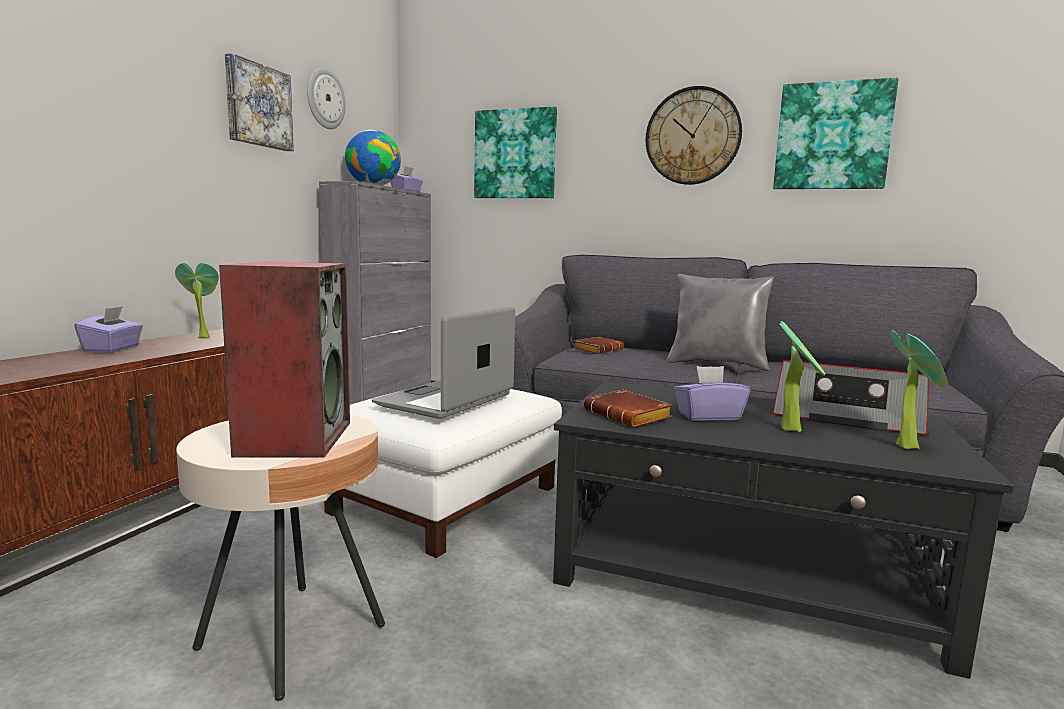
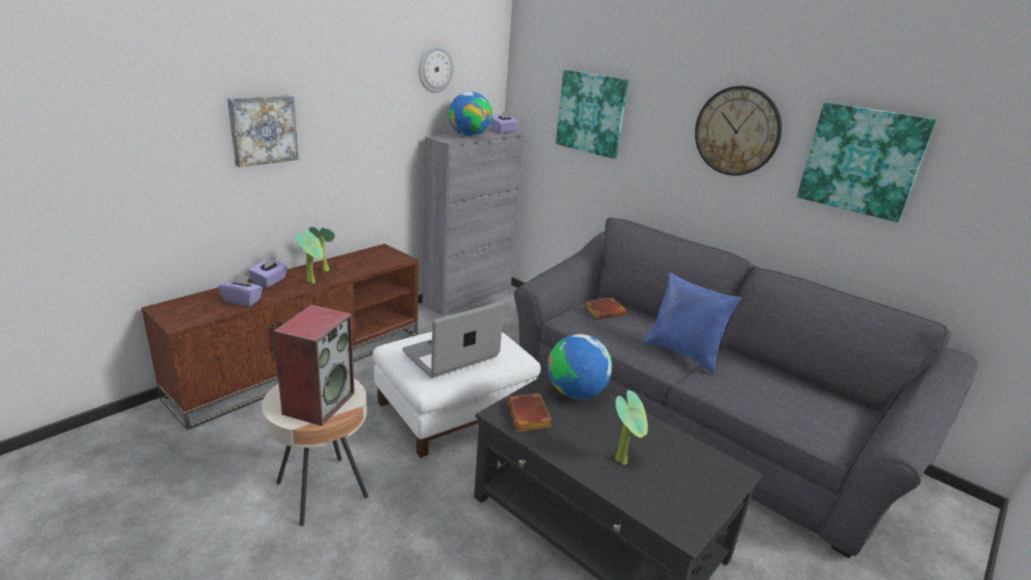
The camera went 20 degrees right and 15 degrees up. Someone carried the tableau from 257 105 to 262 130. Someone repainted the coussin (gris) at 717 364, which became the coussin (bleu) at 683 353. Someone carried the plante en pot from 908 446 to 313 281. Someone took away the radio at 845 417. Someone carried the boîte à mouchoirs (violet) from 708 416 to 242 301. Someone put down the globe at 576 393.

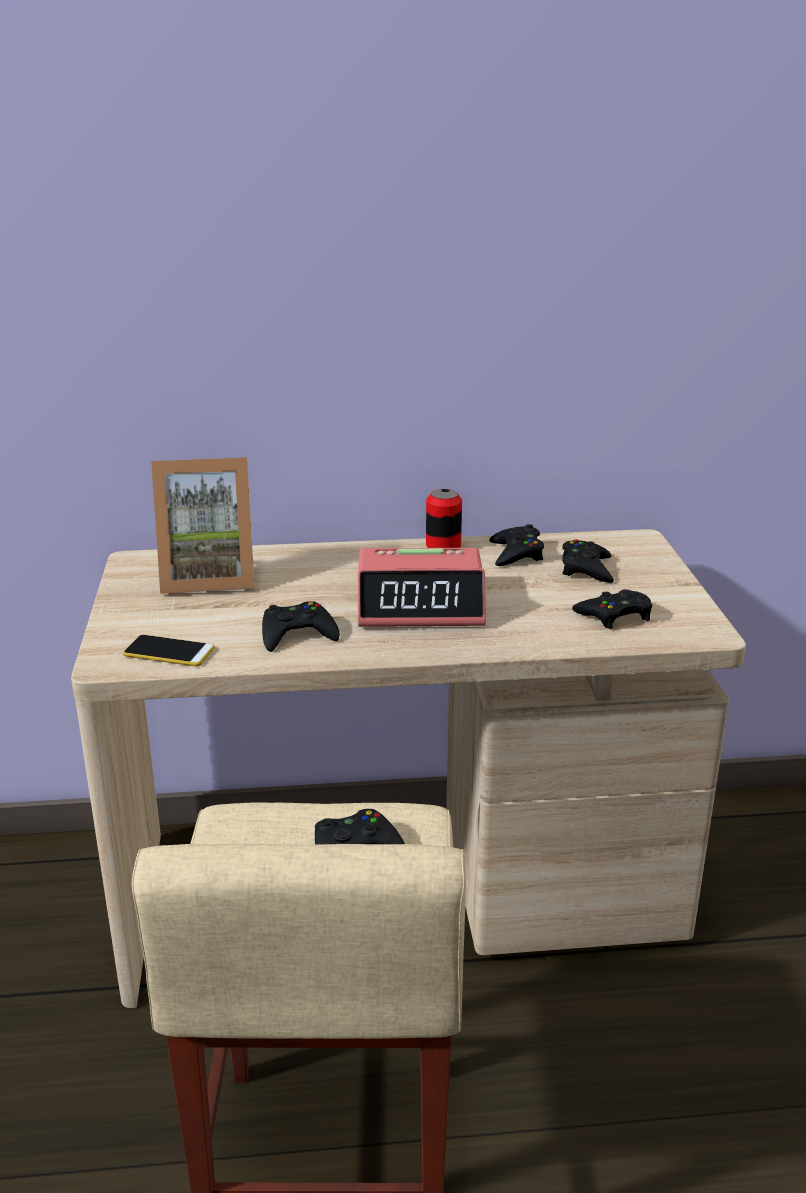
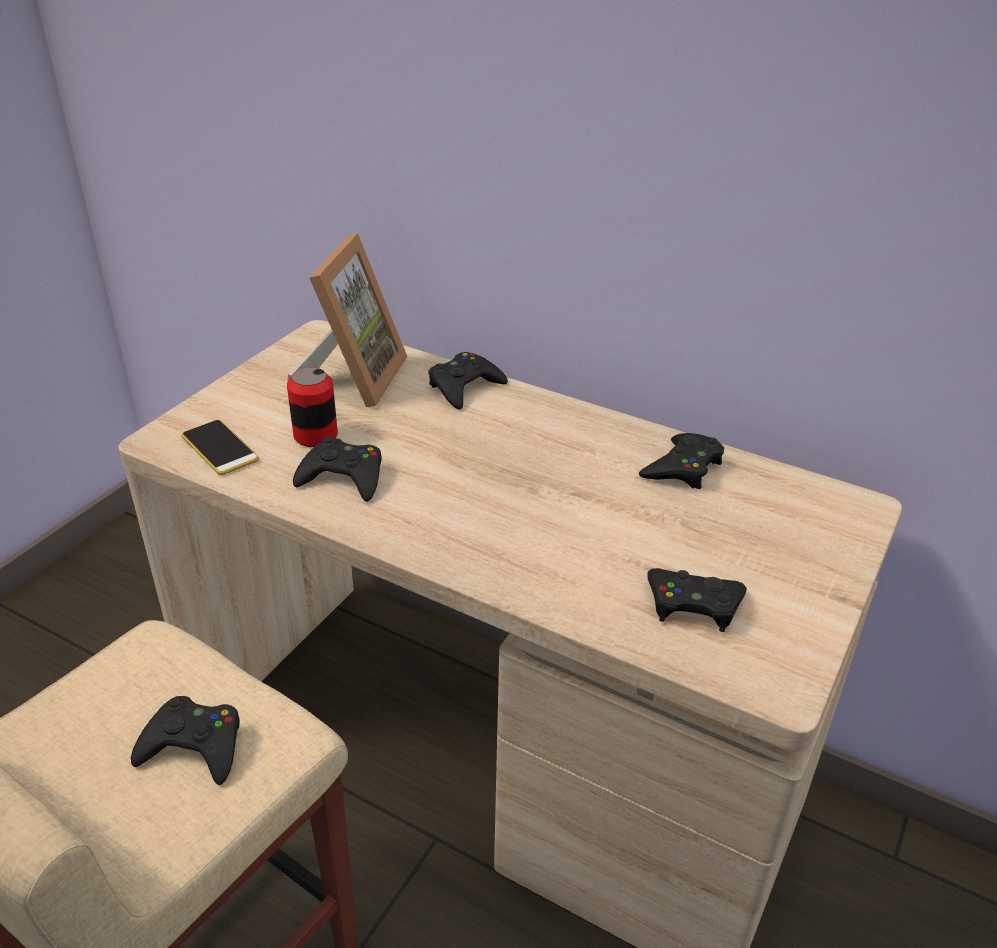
The camera went 35 degrees right and 10 degrees up. Someone rotated the cadre photo at 208 577 by 105 degrees counterclockwise. Someone carried the boîte métallique from 443 546 to 315 435. Someone carried the manette (noir) from 586 568 to 464 387. Someone took away the réveil at 421 605.

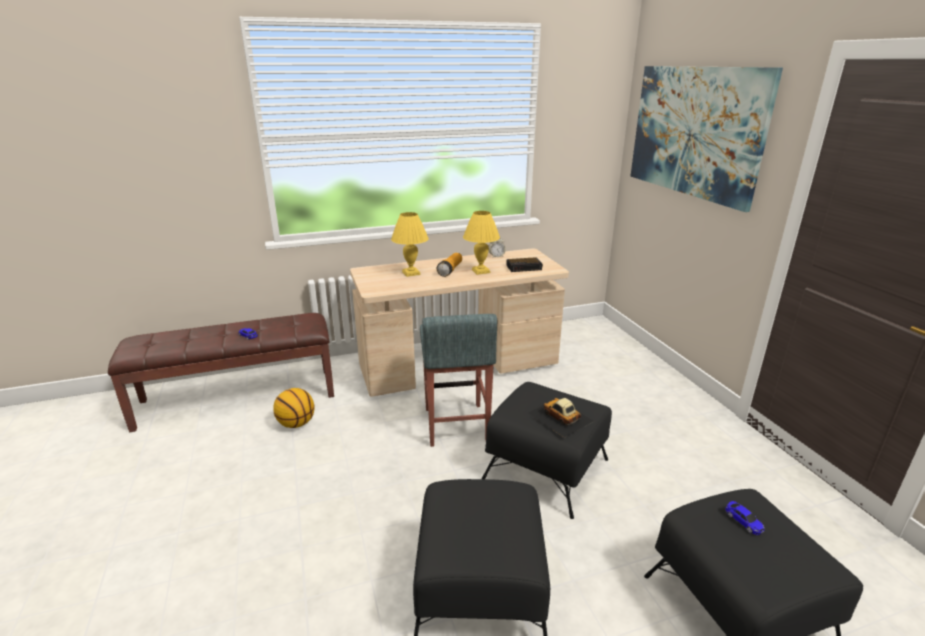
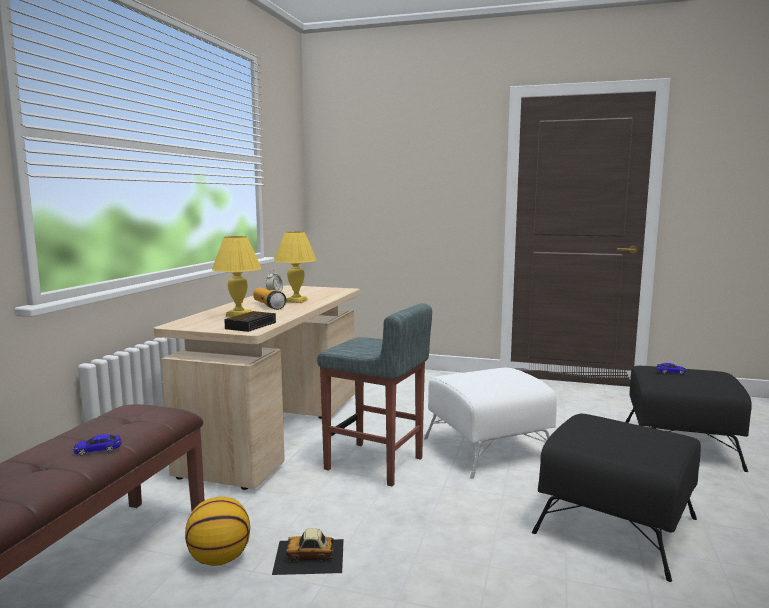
The camera went 55 degrees left and 15 degrees down. Someone took away the tableau at 694 132. Someone carried the réveil from 524 267 to 251 325. Someone repainted the pouf (noir) at 546 469, which became the pouf (blanc) at 489 449. Someone carried the petite voiture from 560 417 to 309 556.

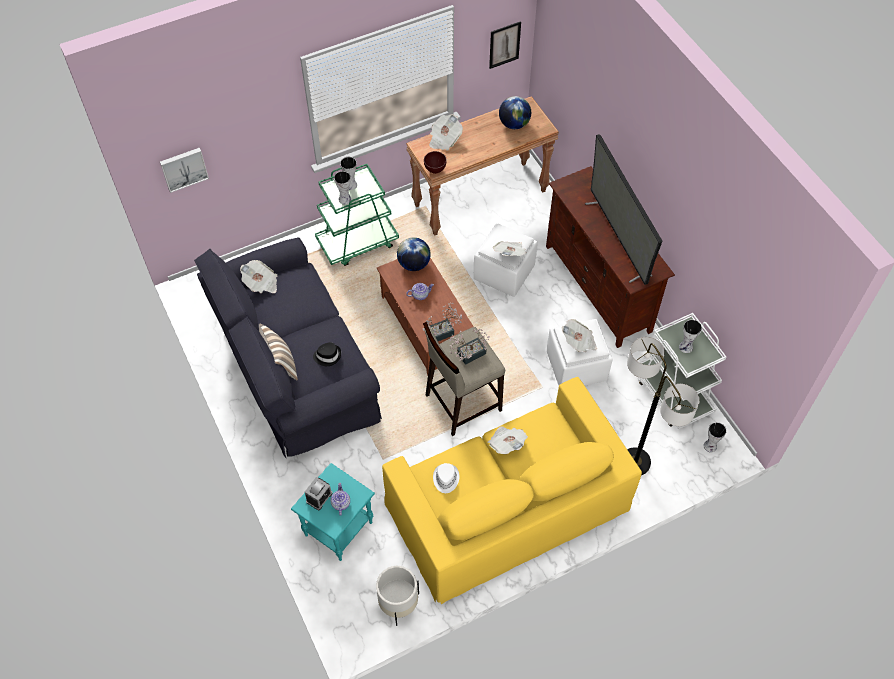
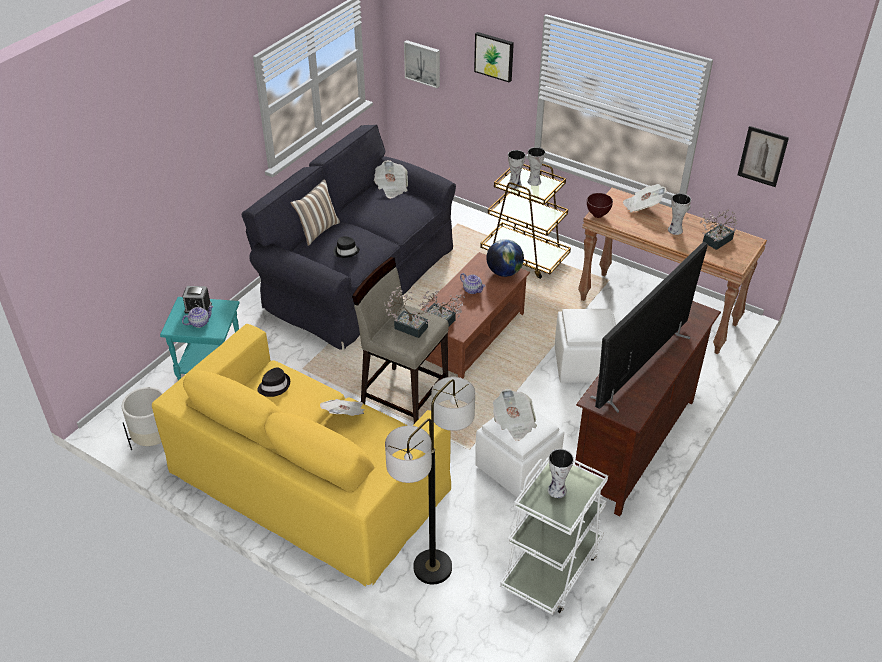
The camera went 60 degrees right and 15 degrees down. Someone swapped the globe at 514 124 for the plante en pot at 715 242. Someone repainted the chariot (vert) at 358 242, which became the chariot (marron) at 525 257. Someone took away the journal at 510 254. Someone carried the vase from 709 446 to 674 230. Someone repainted the chapeau (blanc) at 445 479, which became the chapeau (noir) at 274 386. Someone put up the tableau at 494 56.

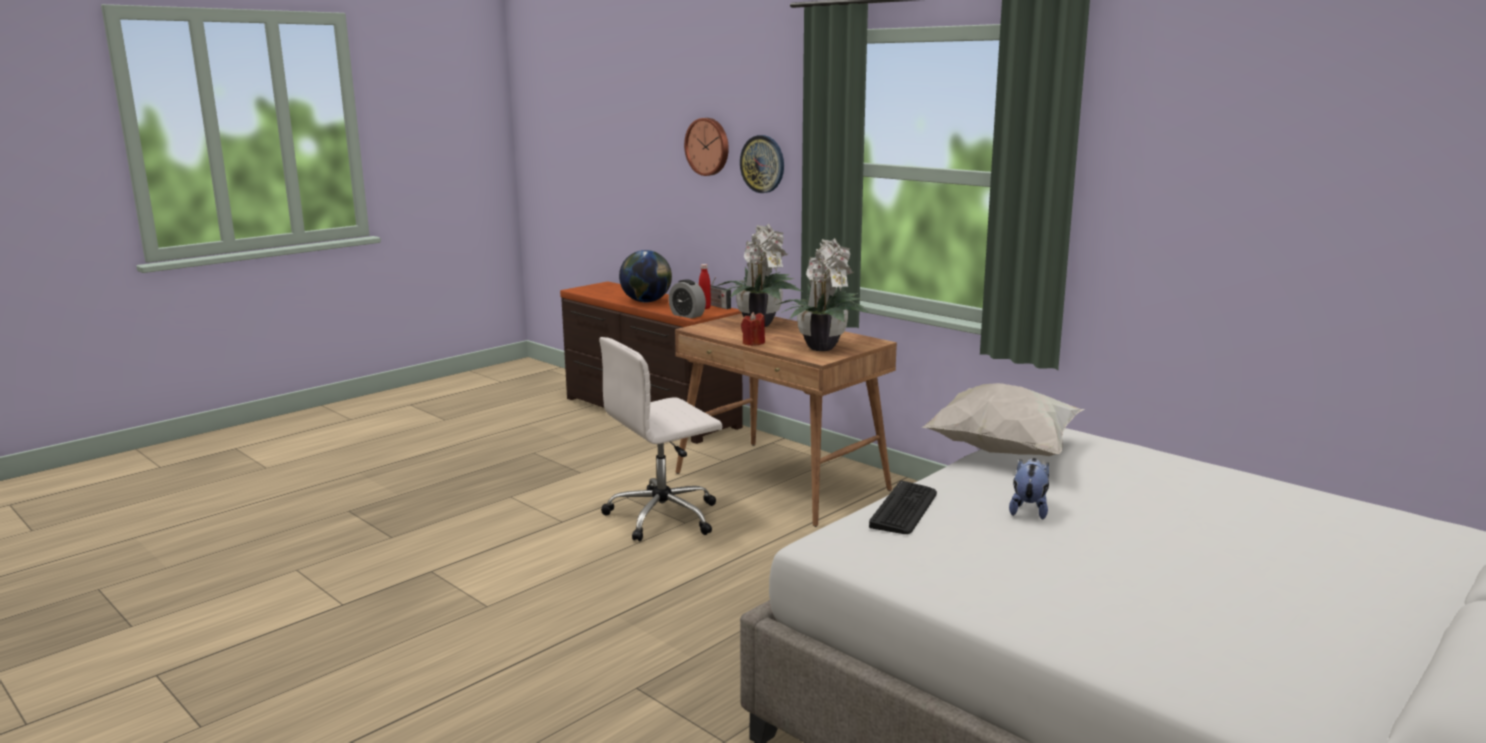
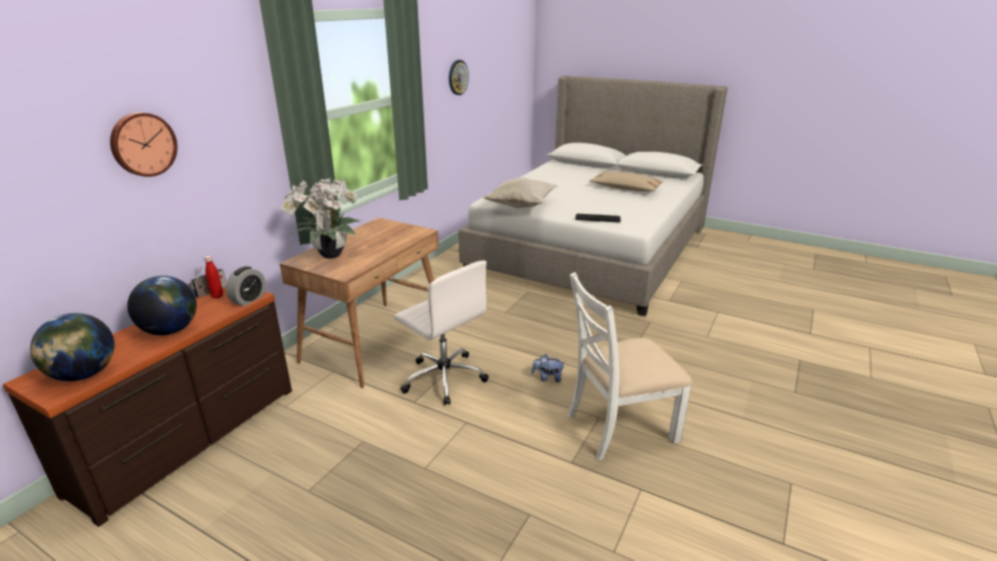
The camera went 105 degrees left and 10 degrees up. Someone carried the horloge murale from 763 164 to 457 77. Someone took away the plante en pot at 822 347. Someone took away the bougie (rouge) at 753 343. Someone carried the peluche from 1029 510 to 547 378. Someone put down the coussin (beige) at 625 189. Someone put down the chaise (blanc) at 619 426. Someone put down the globe at 84 374.

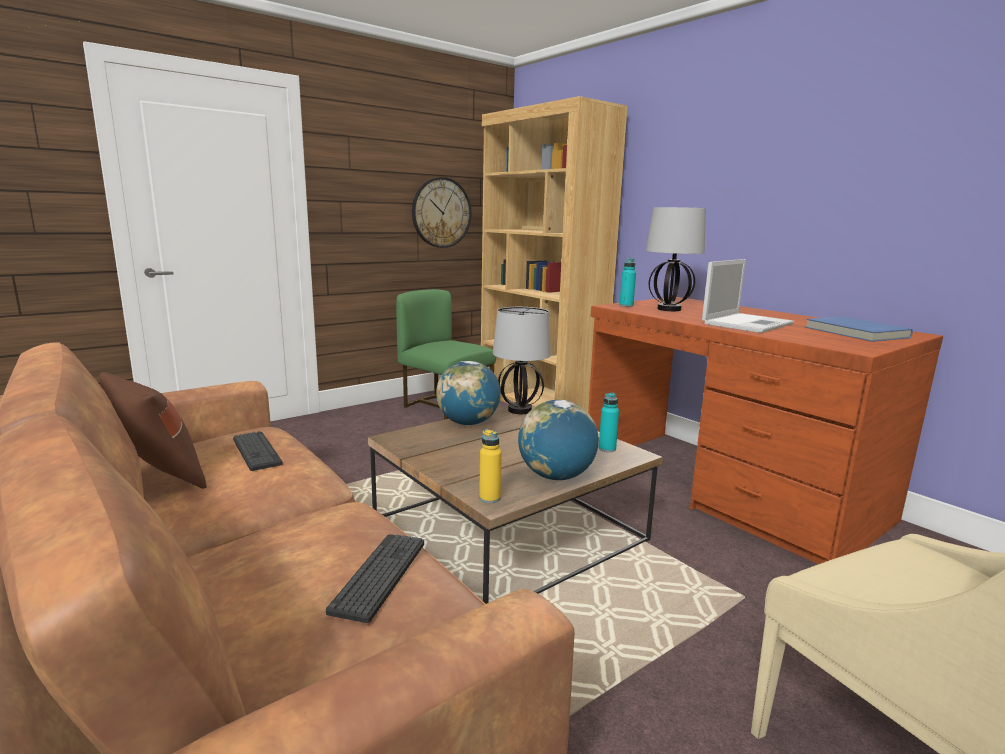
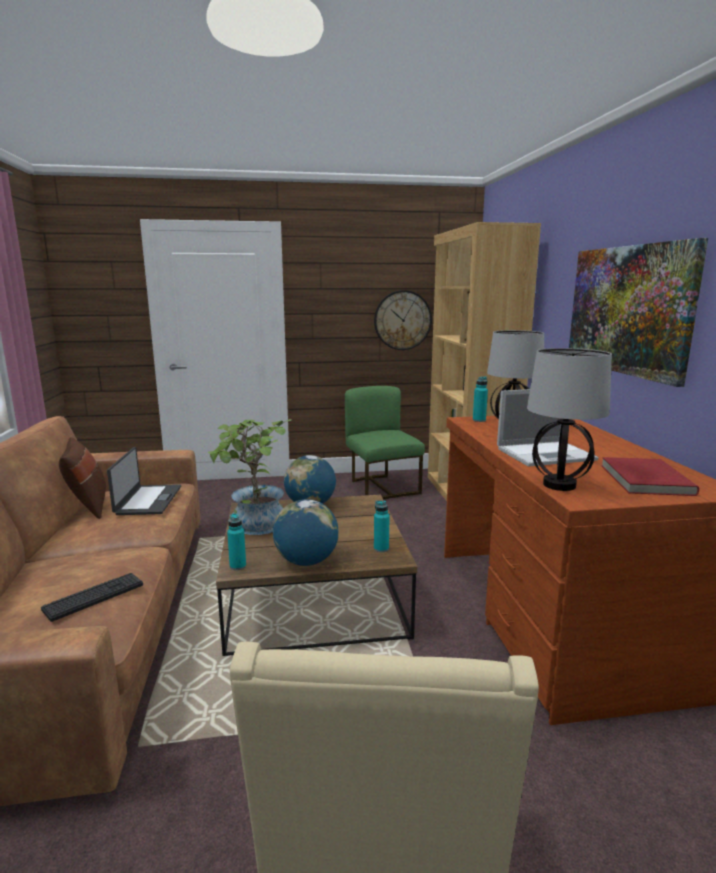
The camera went 30 degrees right and 0 degrees up. Someone carried the lampe de table from 519 410 to 558 485. Someone repainted the livre (bleu) at 855 332, which became the livre (rouge) at 643 479. Someone repainted the bouteille (jaune) at 489 498, which became the bouteille (turquoise) at 238 566. Someone swapped the clavier at 256 451 for the ordinateur portable at 148 500. Someone put up the tableau at 628 310. Someone put down the plante en pot at 254 527.

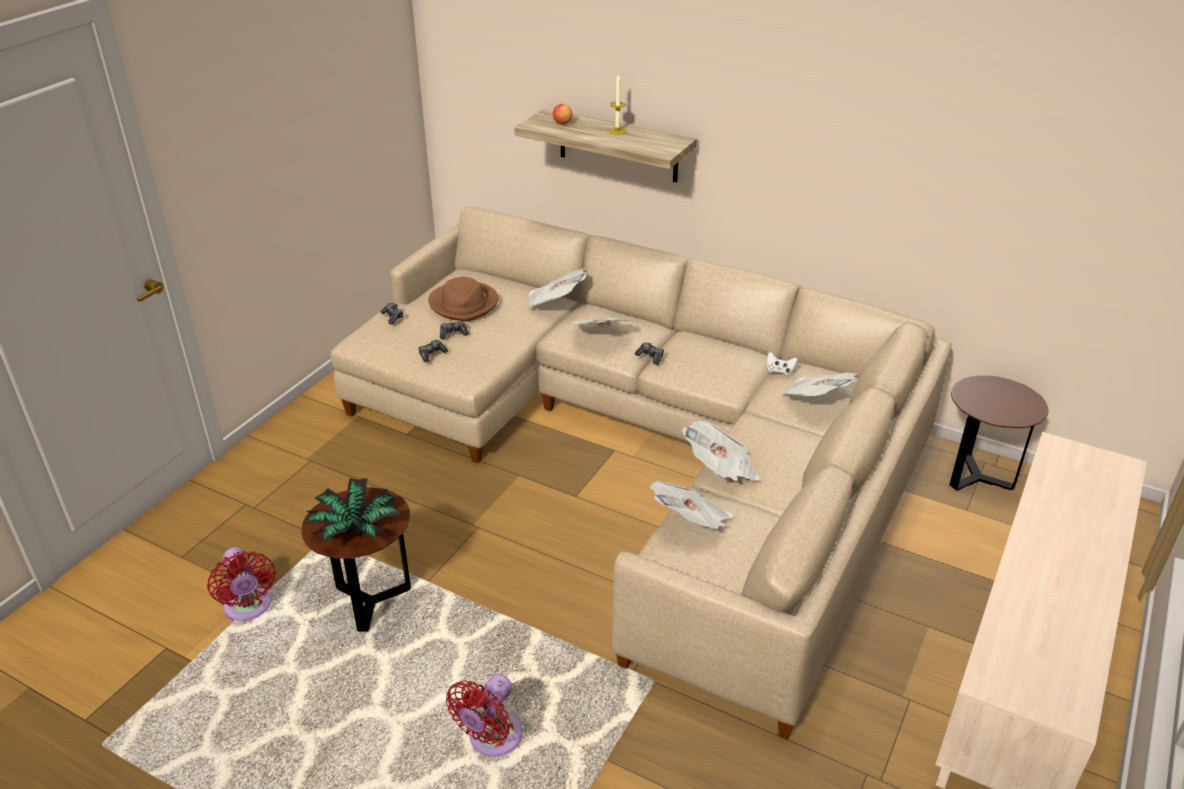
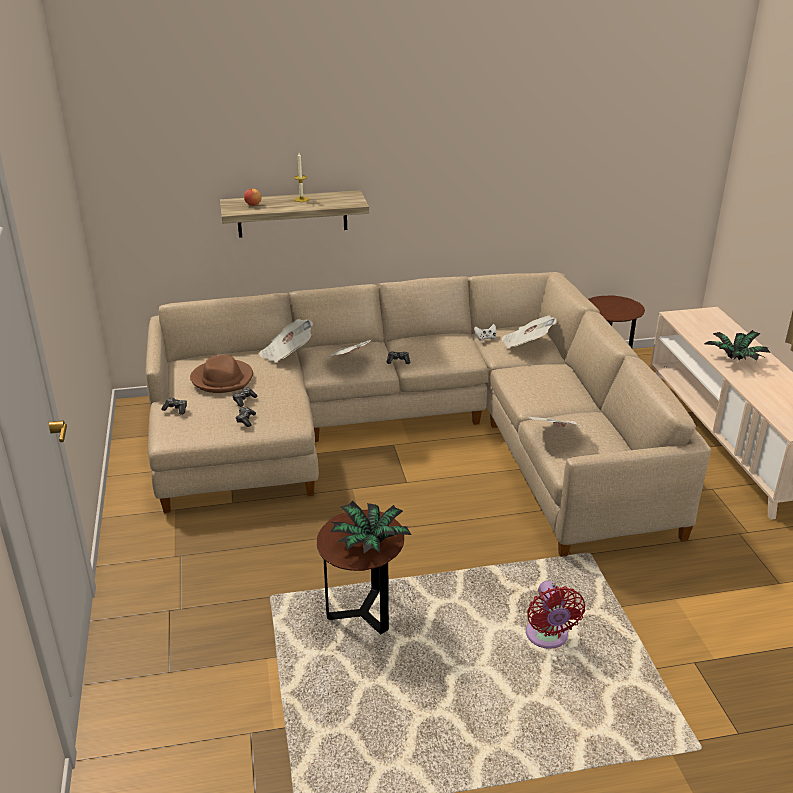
The camera went 40 degrees left and 5 degrees down. Someone took away the journal at 720 469. Someone took away the ventilateur (rouge) at 249 608. Someone put down the plante en pot at 734 360.

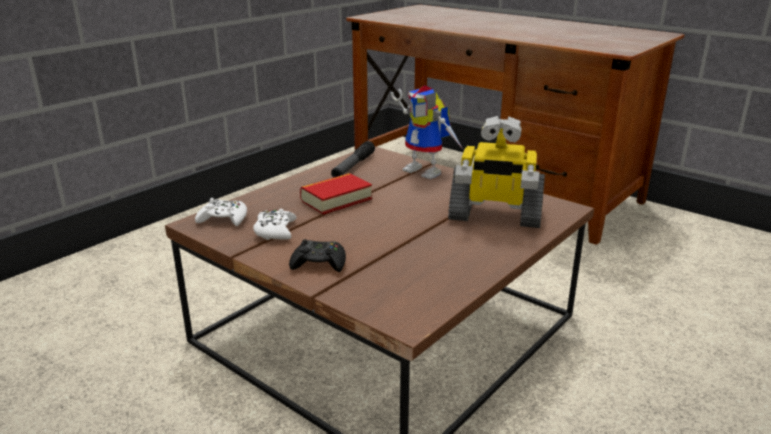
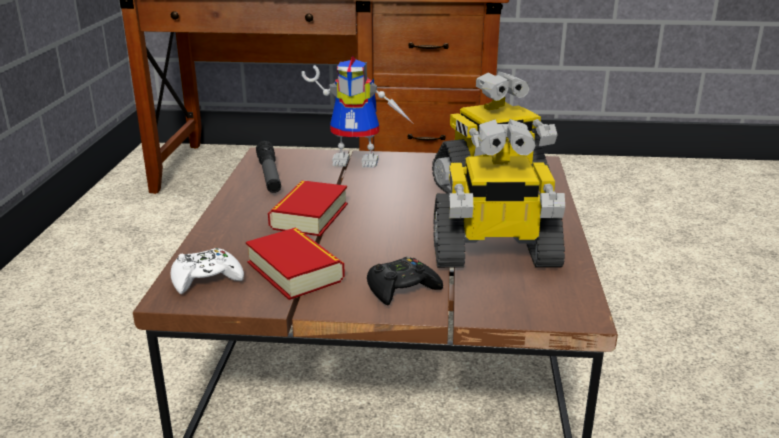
The camera went 35 degrees left and 0 degrees up. Someone swapped the manette (blanc) at 275 231 for the livre at 295 271. Someone put down the robot jouet at 494 254.

